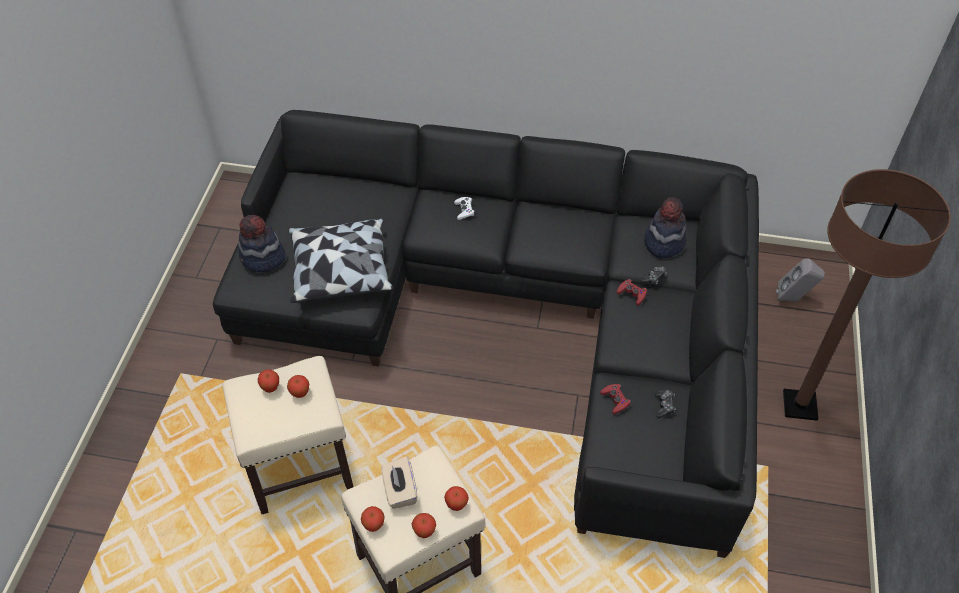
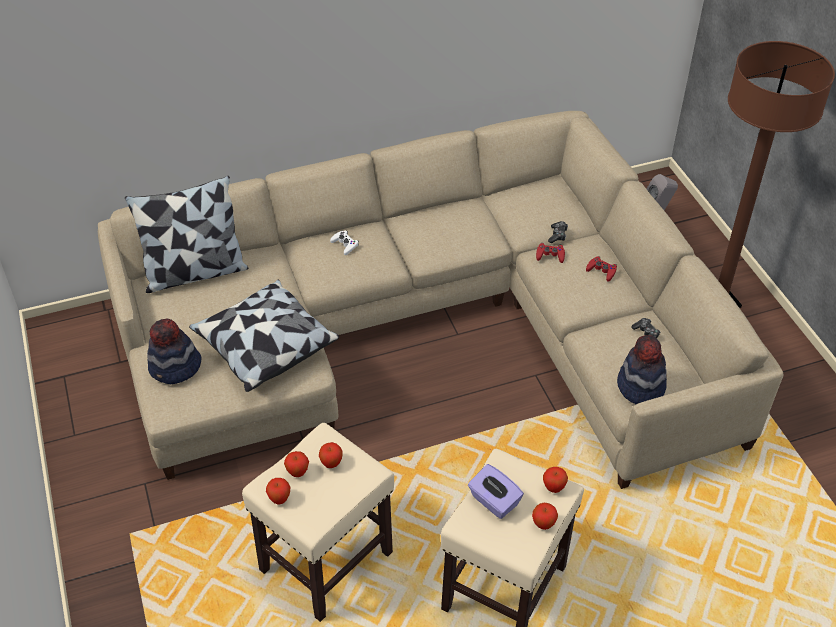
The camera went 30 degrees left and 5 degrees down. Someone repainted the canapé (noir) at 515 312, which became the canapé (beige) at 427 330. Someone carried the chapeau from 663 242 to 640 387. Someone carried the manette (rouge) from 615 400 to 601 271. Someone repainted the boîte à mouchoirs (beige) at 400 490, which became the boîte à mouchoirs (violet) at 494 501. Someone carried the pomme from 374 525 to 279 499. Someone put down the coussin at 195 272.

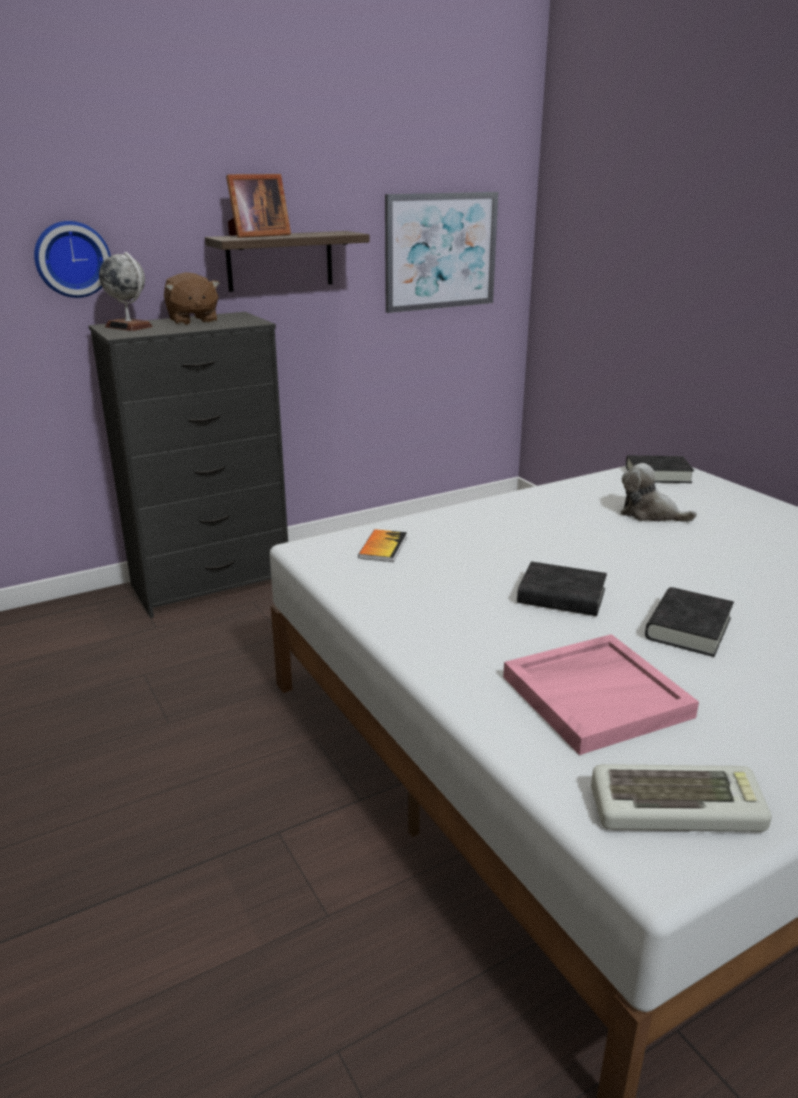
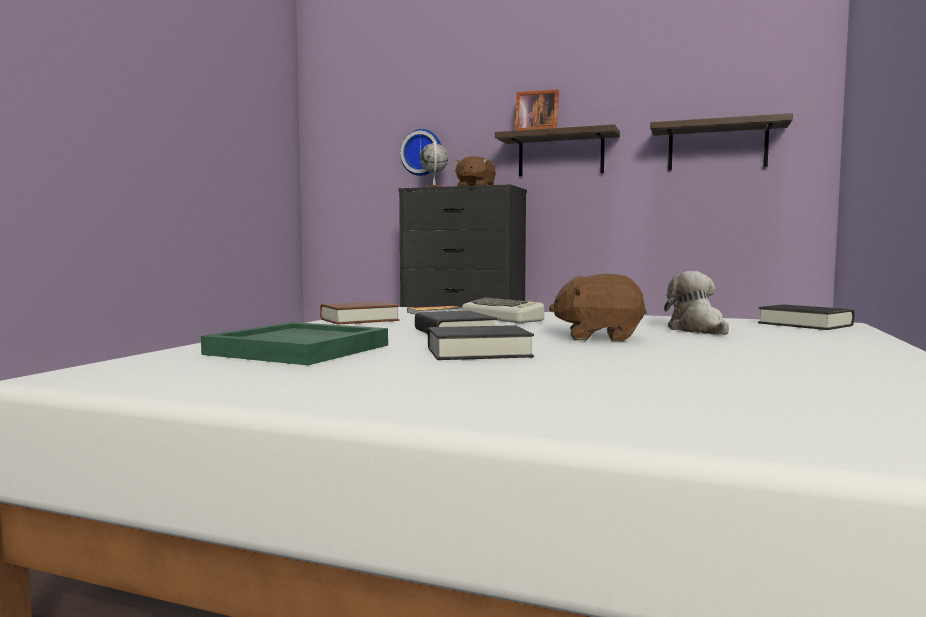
The camera went 50 degrees right and 20 degrees down. Someone swapped the tableau at 440 251 for the étagère at 717 147. Someone repainted the plateau (rose) at 596 695, which became the plateau (vert) at 300 349. Someone carried the clavier from 676 807 to 503 318. Someone put down the peluche (marron) at 599 337. Someone put down the livre (marron) at 359 320.

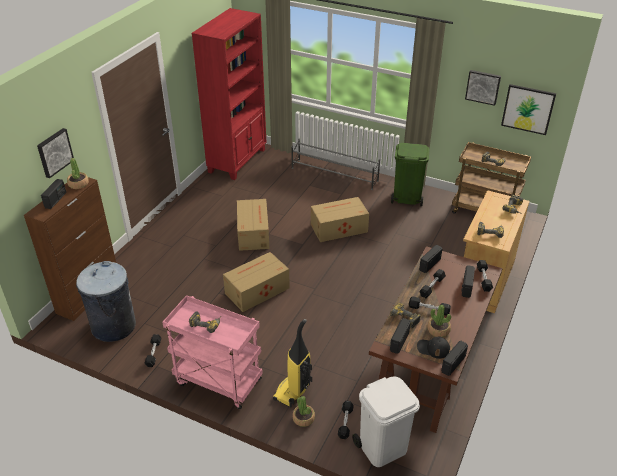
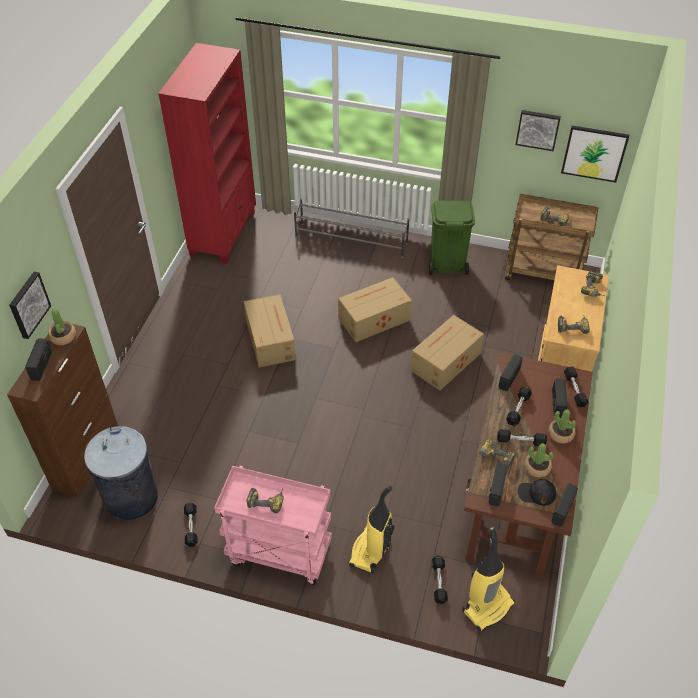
The camera went 10 degrees left and 10 degrees up. Someone carried the carton from 256 291 to 444 362. Someone swapped the poubelle (blanc) at 383 447 for the aspirateur at 487 606. Someone carried the plante en pot from 303 418 to 561 434.

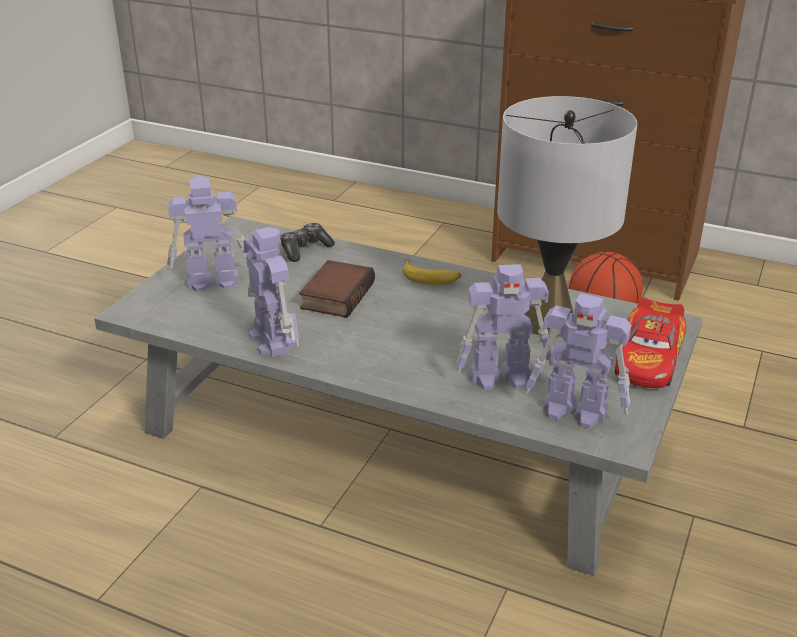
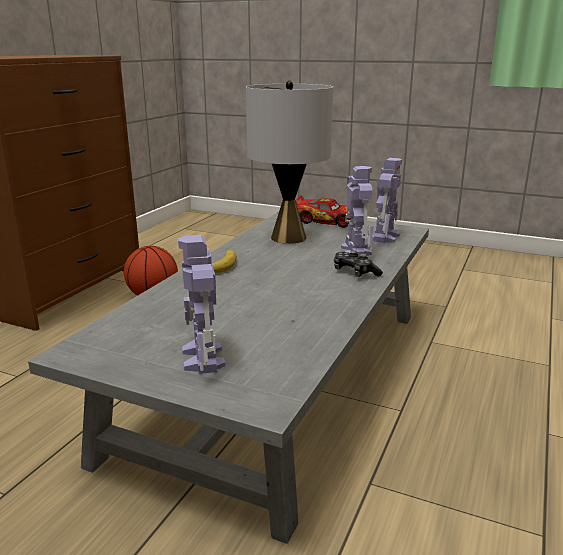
The camera went 90 degrees left and 10 degrees down. Someone carried the manette from 305 249 to 355 272. Someone took away the robot jouet at 272 339. Someone took away the livre at 336 295.

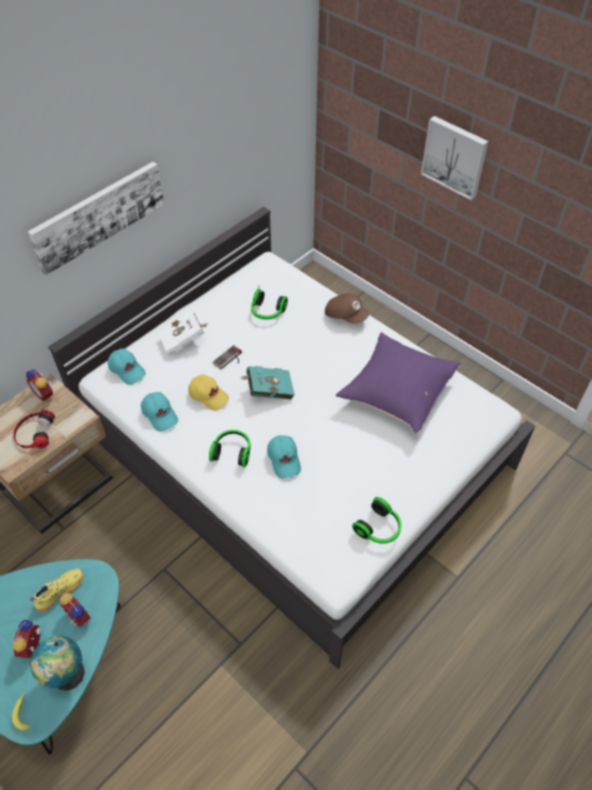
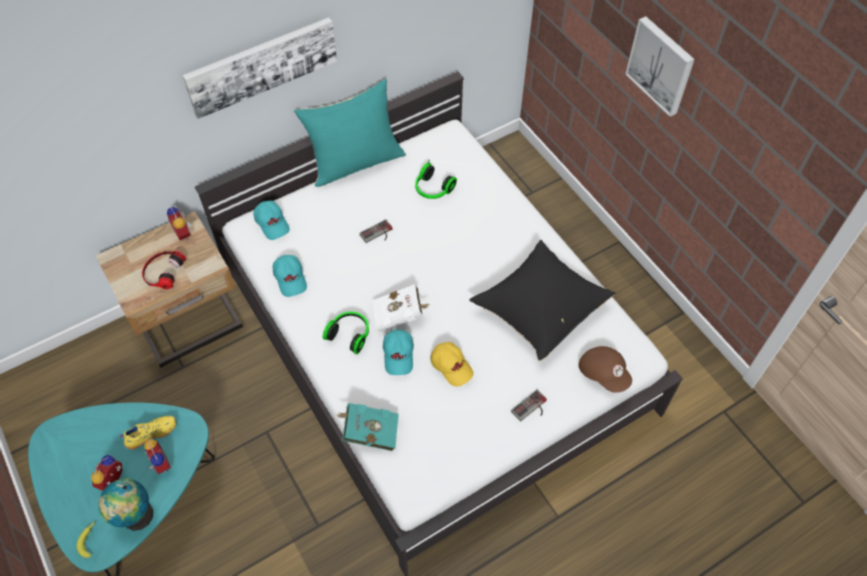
The camera went 15 degrees right and 5 degrees up. Someone carried the casquette (marron) from 346 315 to 604 373. Someone carried the livre (blanc) from 184 341 to 400 315. Someone repainted the coussin (violet) at 397 392, which became the coussin (noir) at 540 308. Someone carried the livre (turquoise) from 268 390 to 369 432. Someone carried the casquette (jaune) from 209 395 to 452 366. Someone took away the casque audio at 379 528. Someone put down the coussin (turquoise) at 355 162. Someone put down the manette at 531 409.

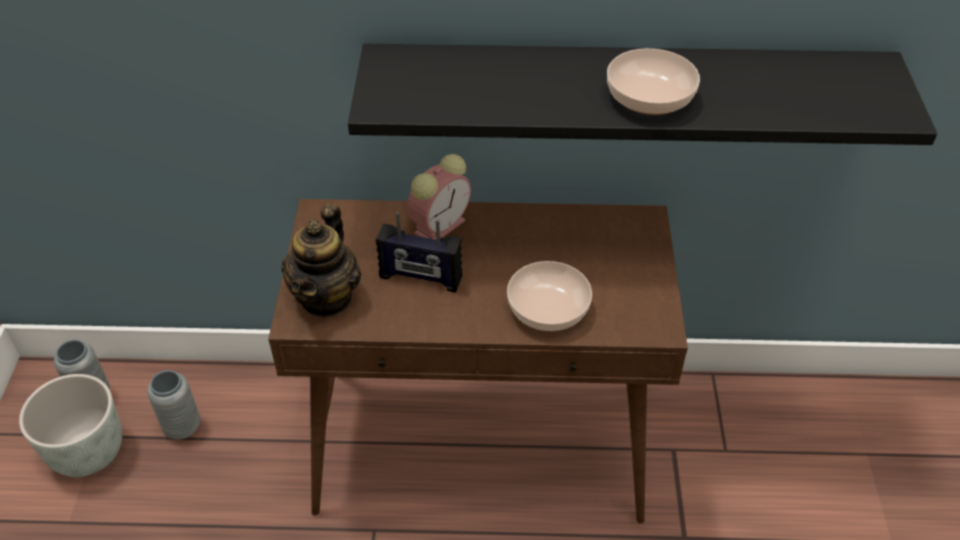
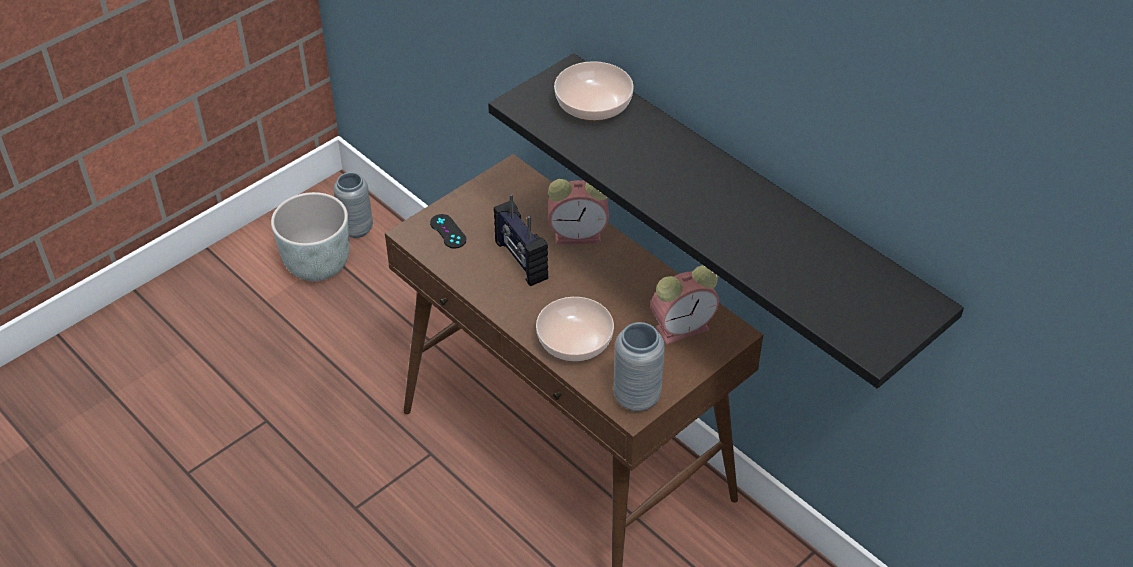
The camera went 45 degrees right and 0 degrees up. Someone carried the bol from 648 98 to 592 104. Someone swapped the théière at 327 297 for the manette (noir) at 448 231. Someone carried the vase (gris) from 182 427 to 636 397. Someone put down the réveil at 684 327.

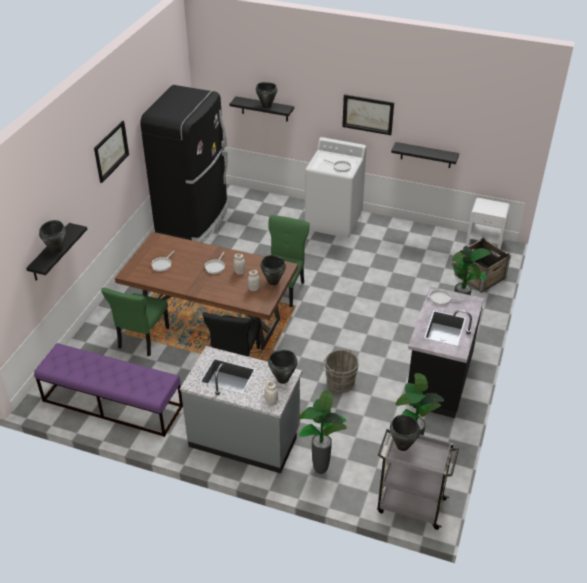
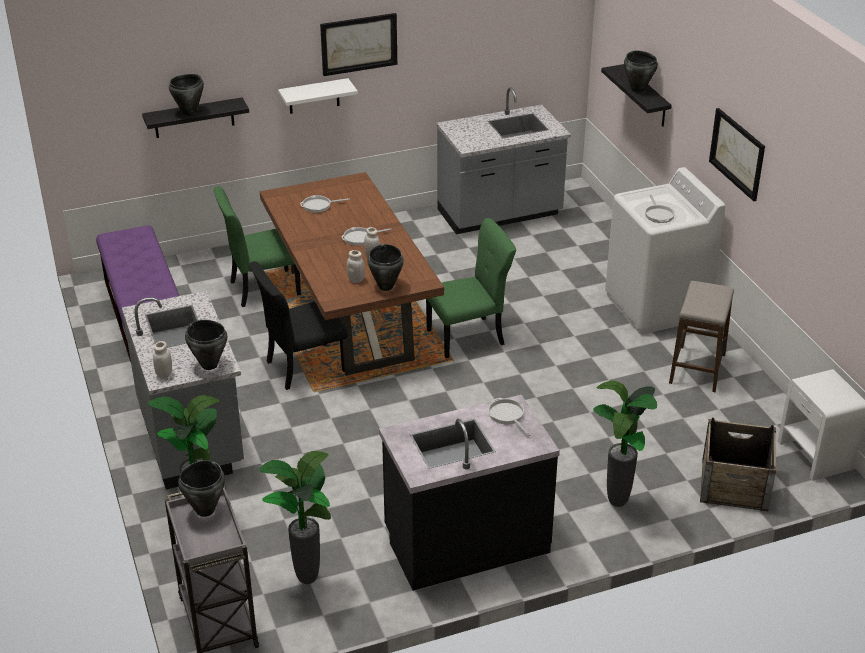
The camera went 50 degrees right and 5 degrees down. Someone swapped the réfrigérateur (noir) at 194 220 for the comptoir de cuisine (gris) at 500 214. Someone took away the étagère (noir) at 426 155. Someone took away the seau (gris) at 339 382. Someone put up the étagère (blanc) at 314 96. Someone put down the tabouret at 697 369.

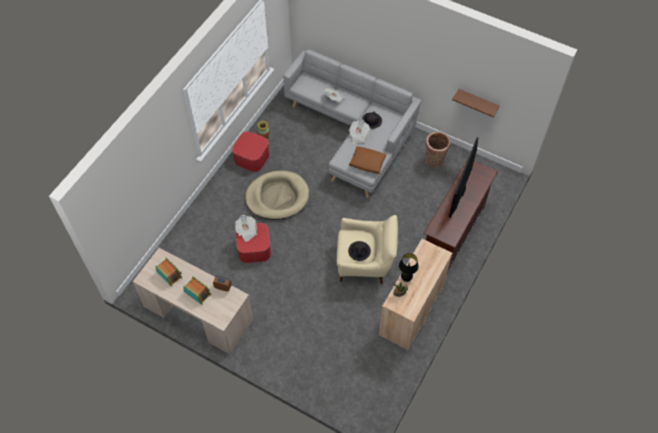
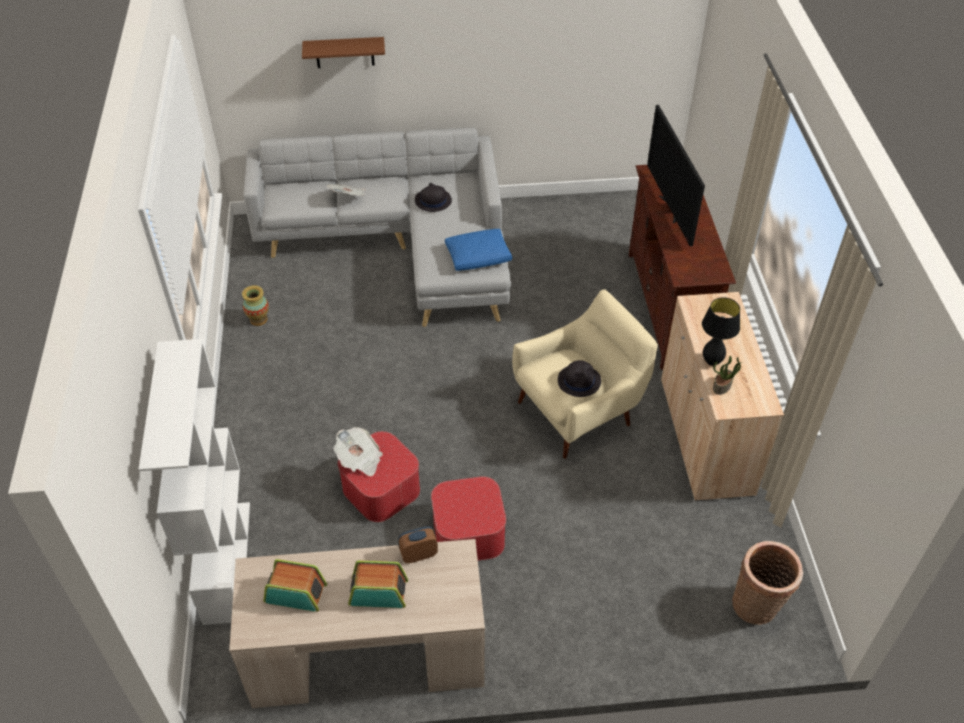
The camera went 35 degrees left and 10 degrees down. Someone carried the étagère (marron) from 477 102 to 344 52. Someone took away the journal at 358 135. Someone carried the pouf from 251 157 to 468 532. Someone carried the panier from 434 161 to 757 606. Someone repainted the coussin (marron) at 367 163, which became the coussin (bleu) at 478 256. Someone took away the panier pour chien (beige) at 277 197. Someone put down the bibliothèque (blanc) at 226 561.

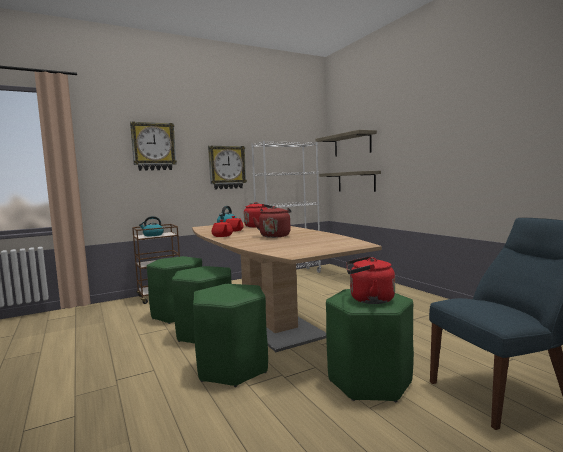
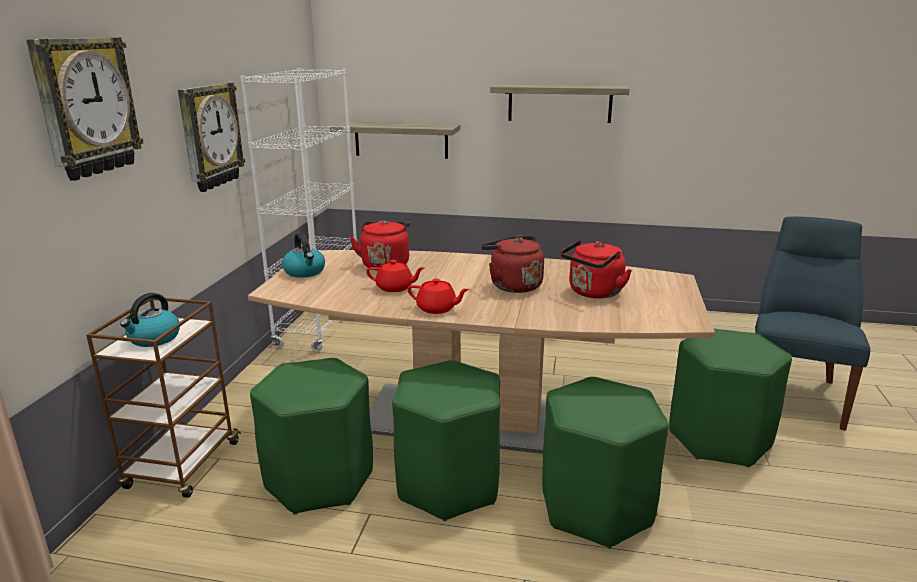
The camera went 50 degrees left and 15 degrees up. Someone carried the étagère from 352 144 to 559 103. Someone carried the bouilloire (rouge) from 368 299 to 593 293.

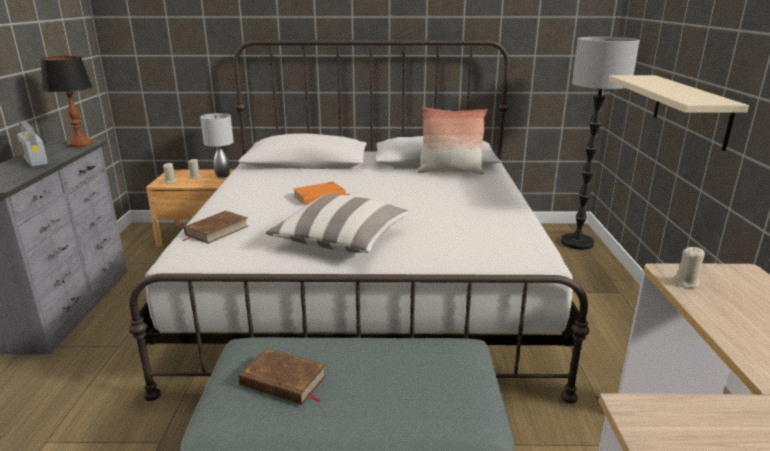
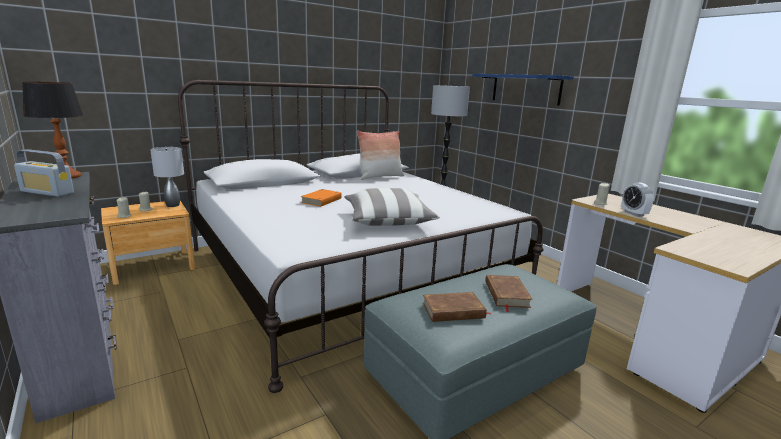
The camera went 35 degrees left and 5 degrees down. Someone took away the étagère (beige) at 690 110. Someone carried the livre (marron) from 216 230 to 506 295. Someone put up the étagère (bleu) at 525 89. Someone put down the réveil at 634 214.

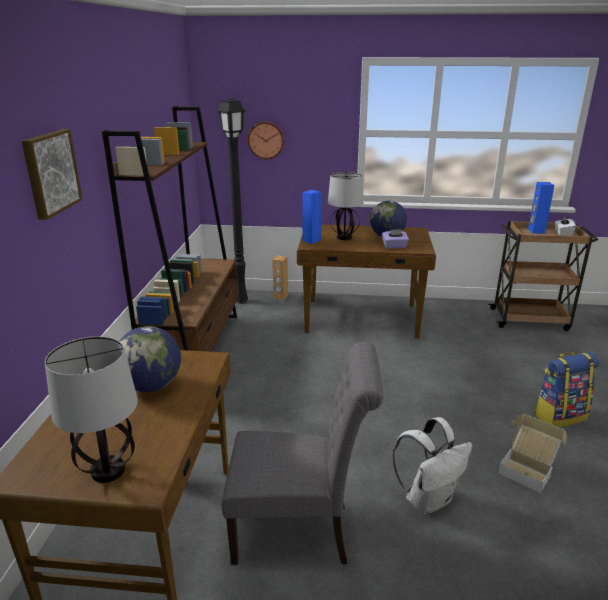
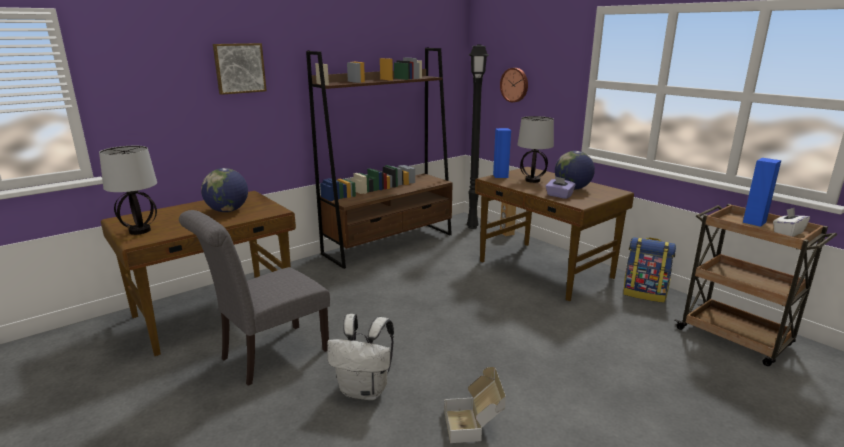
The camera went 45 degrees right and 5 degrees down. Someone rotated the chaise (gris) at 300 532 by 90 degrees clockwise. Someone carried the sac à dos from 559 415 to 644 294.

